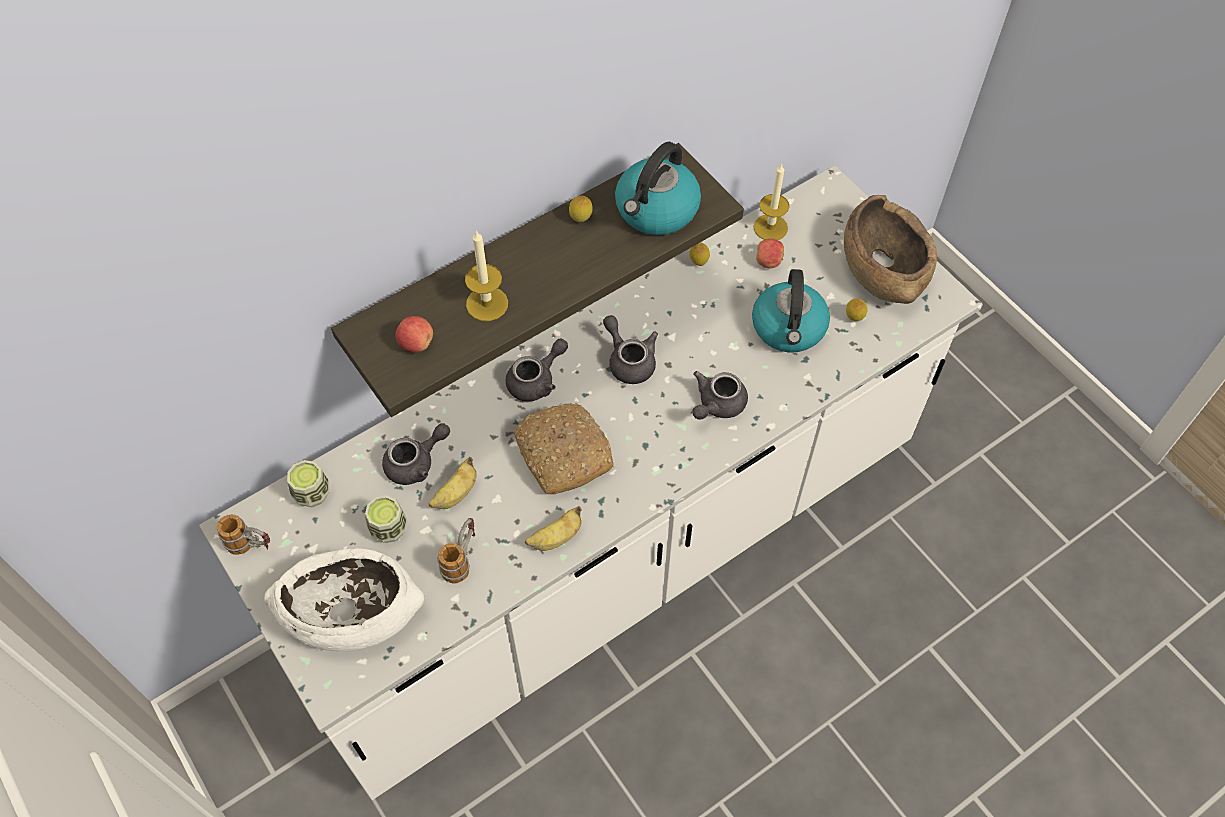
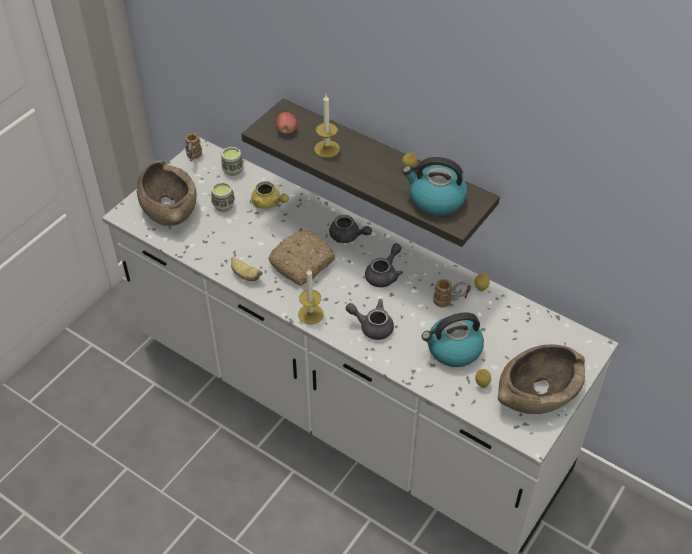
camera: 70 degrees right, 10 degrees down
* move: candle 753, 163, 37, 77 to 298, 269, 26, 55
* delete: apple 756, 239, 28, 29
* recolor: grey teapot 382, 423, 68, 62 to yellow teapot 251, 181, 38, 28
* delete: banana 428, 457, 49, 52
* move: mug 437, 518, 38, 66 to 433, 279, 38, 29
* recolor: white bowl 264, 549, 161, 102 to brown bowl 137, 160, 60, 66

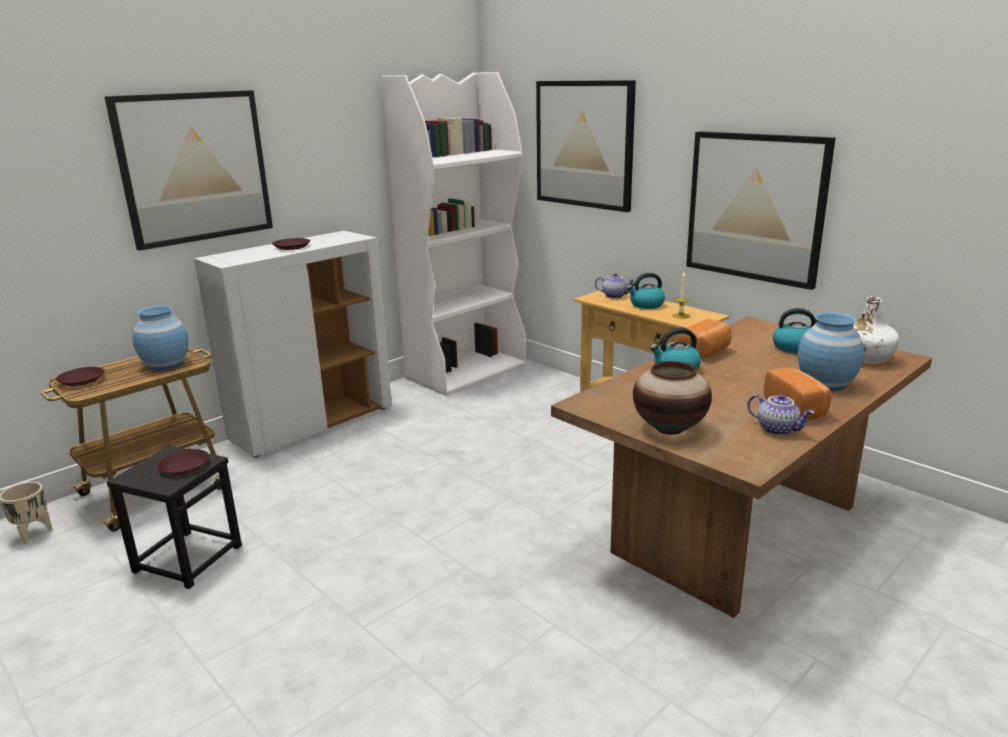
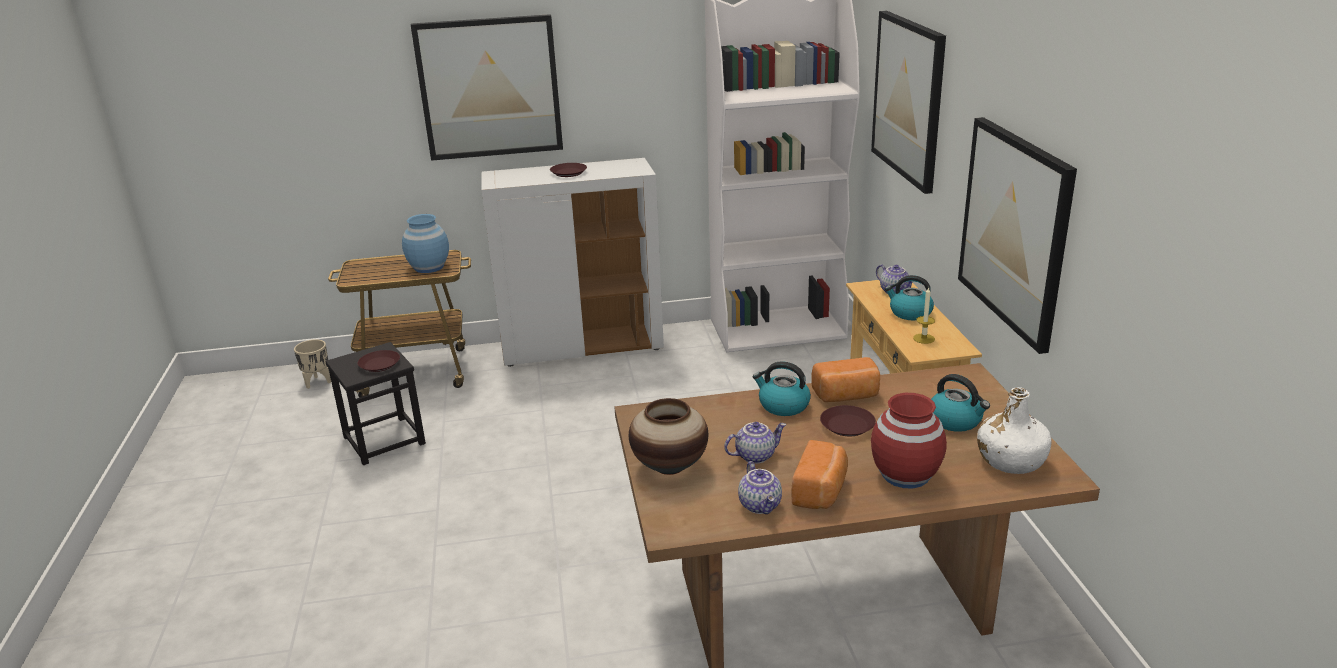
camera: 35 degrees right, 5 degrees up
* recolor: blue vase 798, 312, 66, 79 to red vase 871, 393, 76, 95
* move: brown plate 56, 367, 49, 19 to 820, 405, 56, 31
* insert: teapot 724, 422, 62, 42

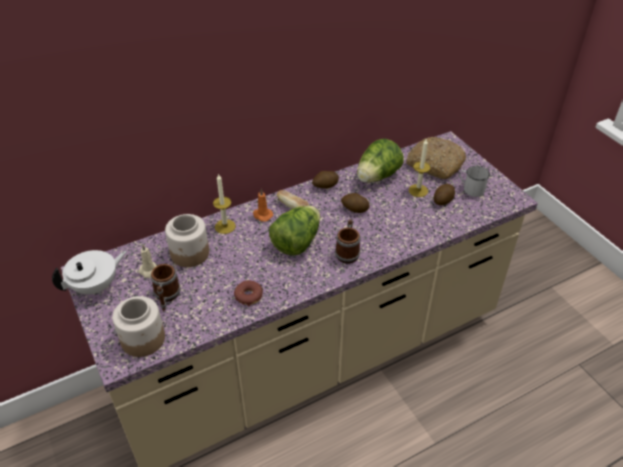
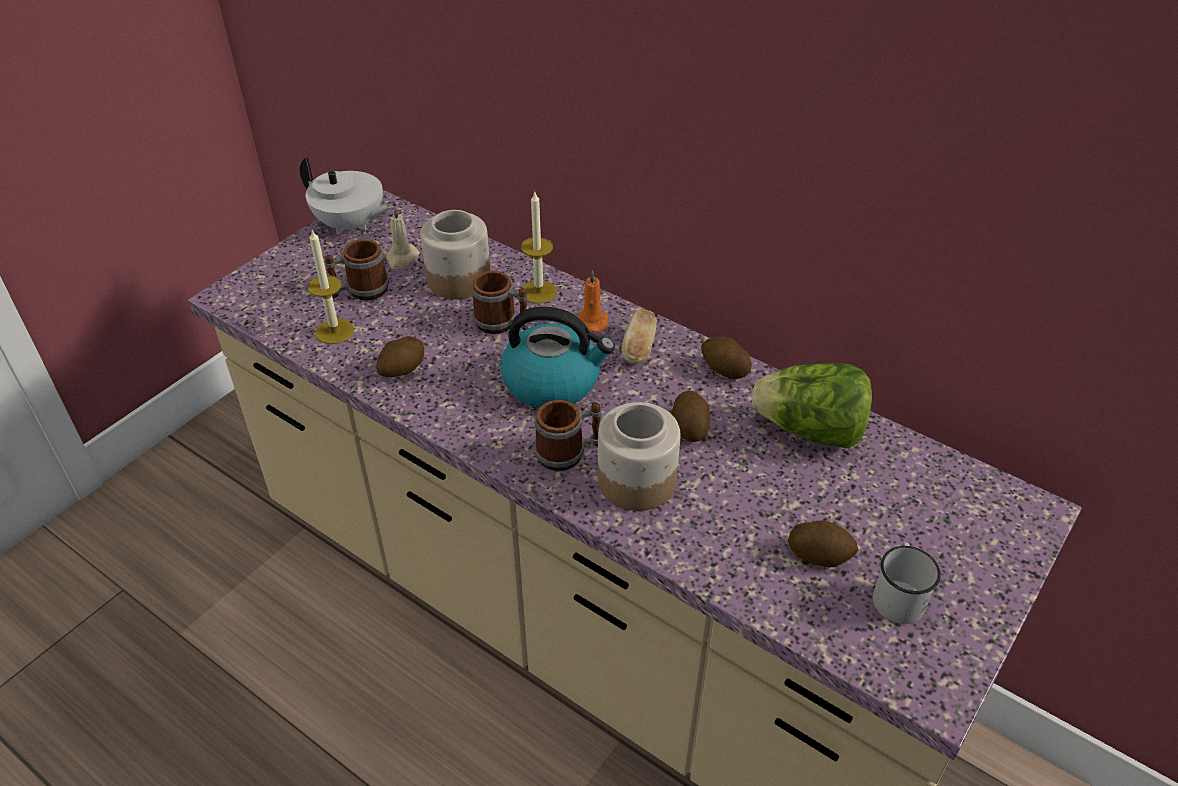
camera: 65 degrees right, 0 degrees up
* delete: bread 406, 137, 60, 42
* move: candle 409, 139, 22, 58 to 308, 230, 46, 114
* replace: lettuce 269, 205, 51, 51 to kettle 500, 306, 115, 102
* replace: donut 234, 280, 29, 26 to potato 376, 336, 48, 41
* move: jar 112, 296, 53, 61 to 598, 402, 82, 109
* insert: mug 471, 271, 58, 63

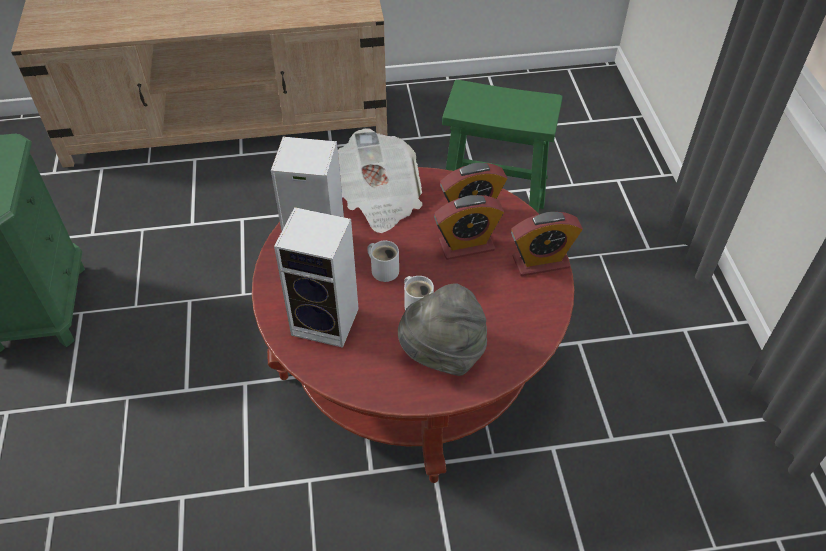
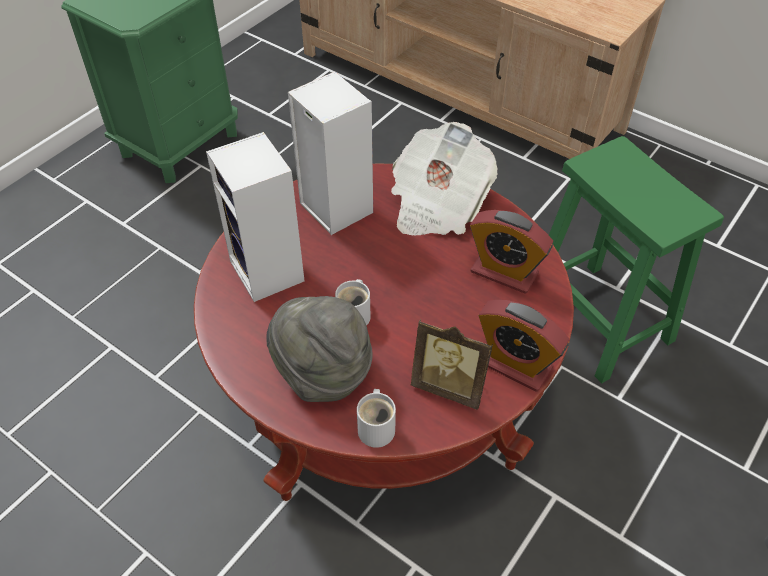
camera: 45 degrees right, 0 degrees up
* delete: alarm clock 434, 195, 70, 65
* move: white mug 367, 241, 32, 41 to 357, 389, 39, 59
* insert: picture frame 411, 319, 82, 91

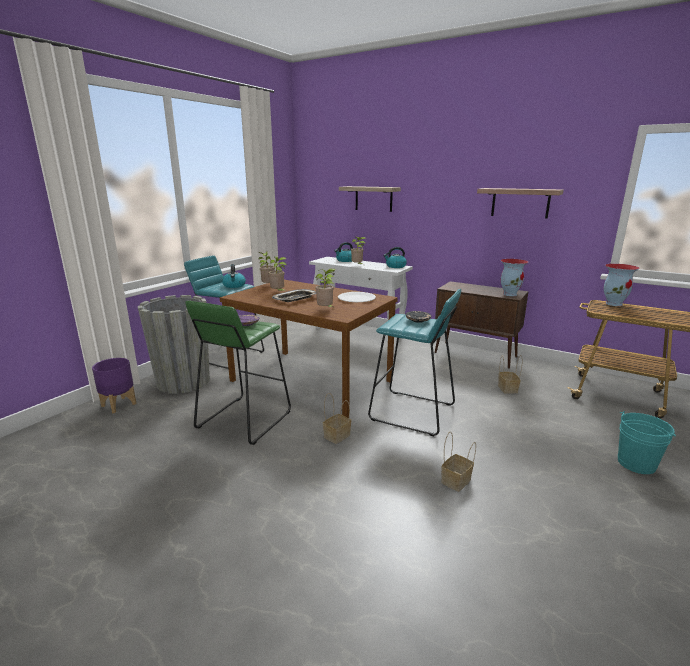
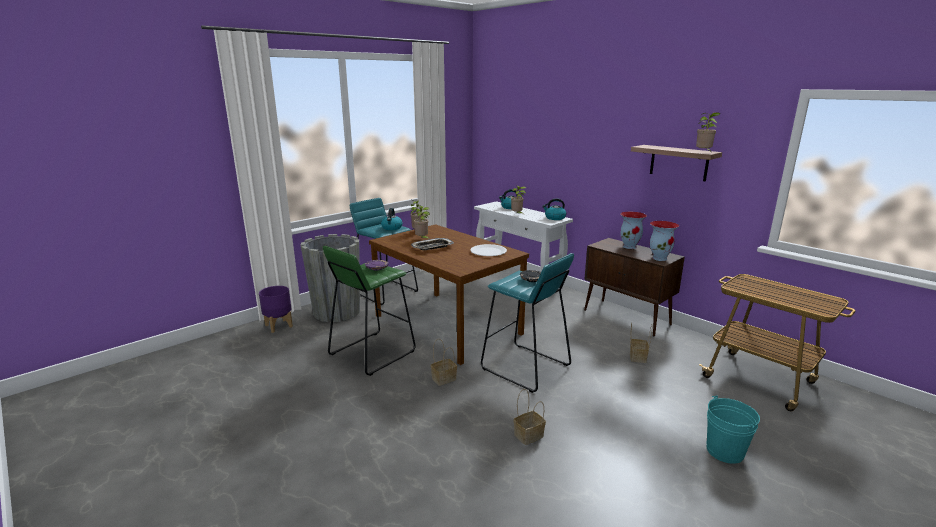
camera: 15 degrees right, 0 degrees up
* delete: shelf 339, 186, 62, 26
* move: vase 604, 264, 36, 42 to 620, 212, 27, 37
* move: potted plant 316, 268, 20, 39 to 696, 112, 25, 41

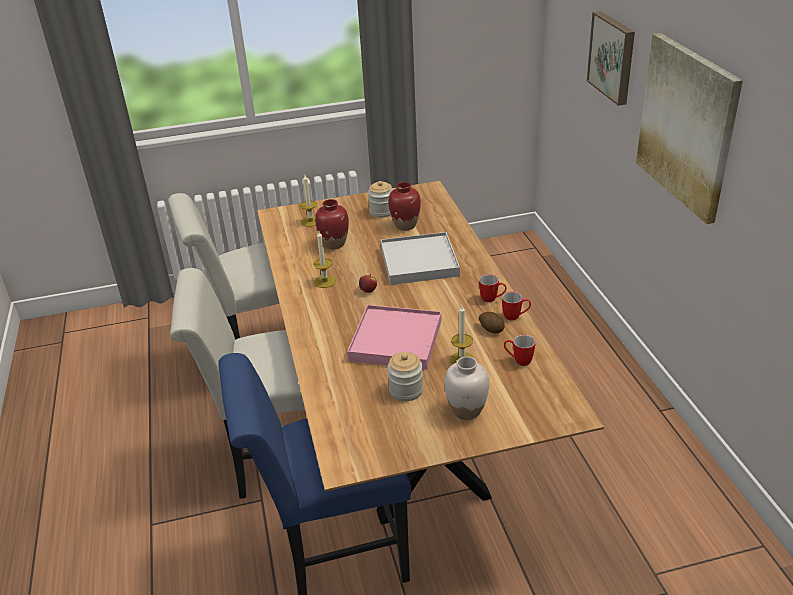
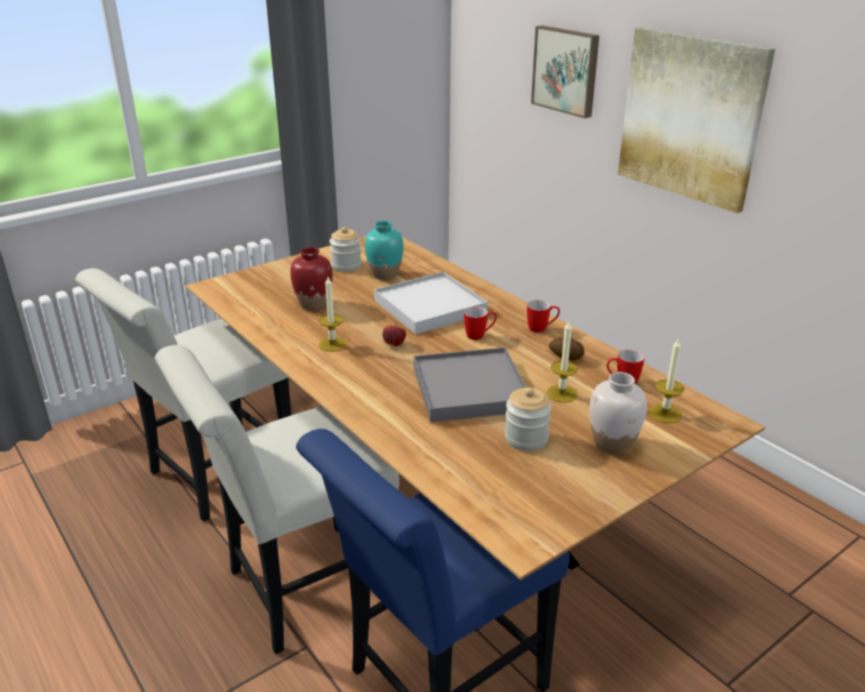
camera: 25 degrees left, 5 degrees down
* move: candle 300, 175, 17, 52 to 649, 338, 35, 85
* recolor: red vase 388, 182, 33, 49 to turquoise vase 365, 221, 38, 59
* move: mug 502, 292, 29, 29 to 464, 307, 33, 33
* recolor: pink tray 347, 305, 94, 65 to grey tray 413, 347, 114, 75

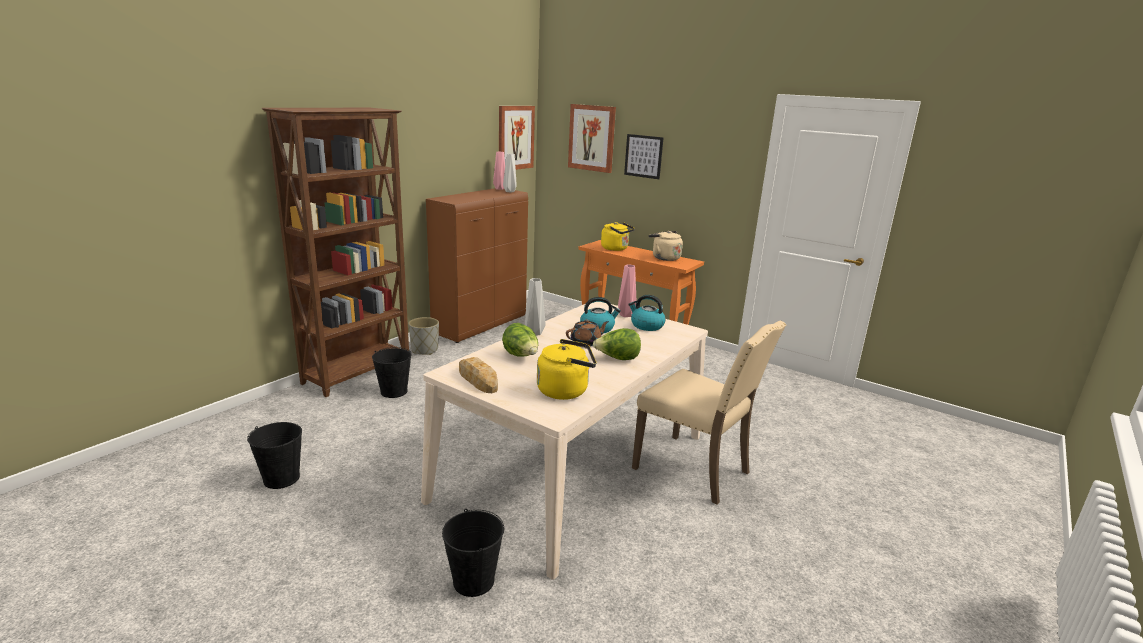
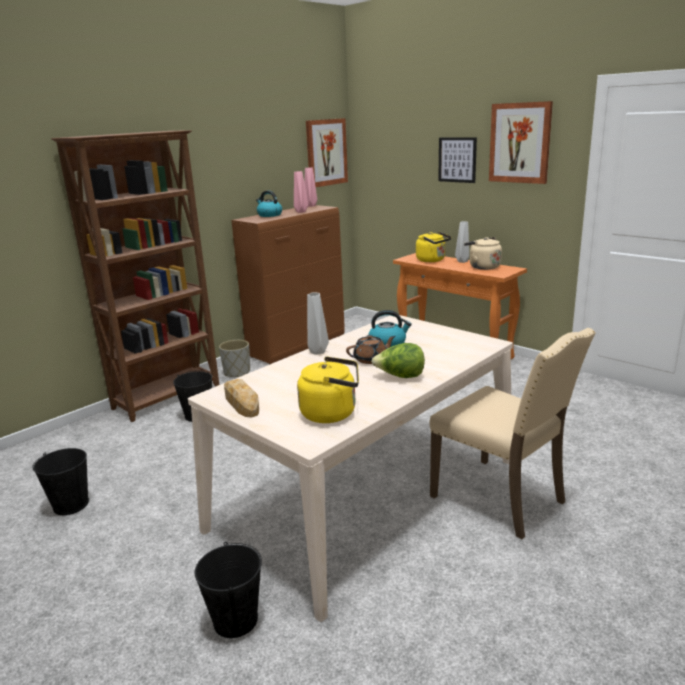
camera: 10 degrees right, 0 degrees up
* move: picture 568, 104, 48, 69 to 489, 101, 64, 83
* move: grey vase 503, 154, 14, 39 to 455, 221, 14, 42
* move: pink vase 618, 264, 18, 53 to 294, 171, 14, 42
* move: kettle 628, 295, 37, 36 to 256, 191, 26, 26
* delete: lettuce 502, 323, 36, 34

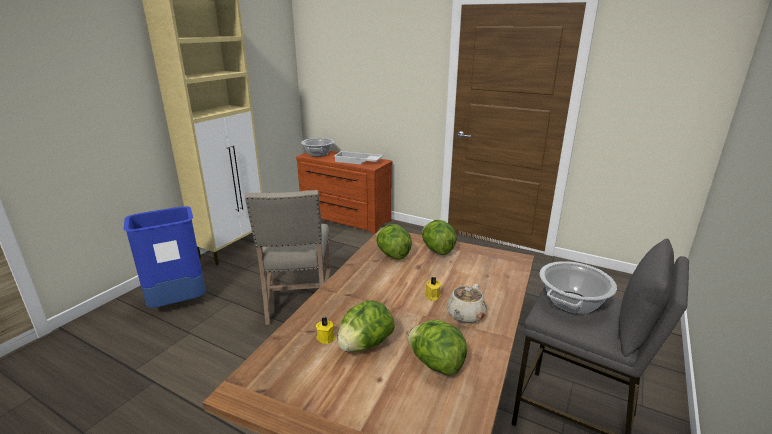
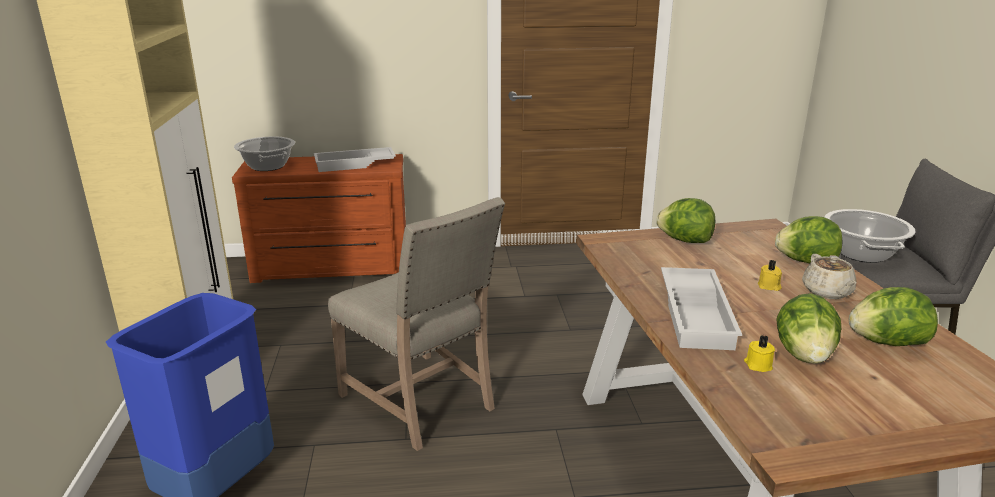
camera: 35 degrees left, 0 degrees up
* move: lettuce 376, 224, 36, 36 to 775, 216, 67, 48
* insert: white tray 661, 267, 81, 83

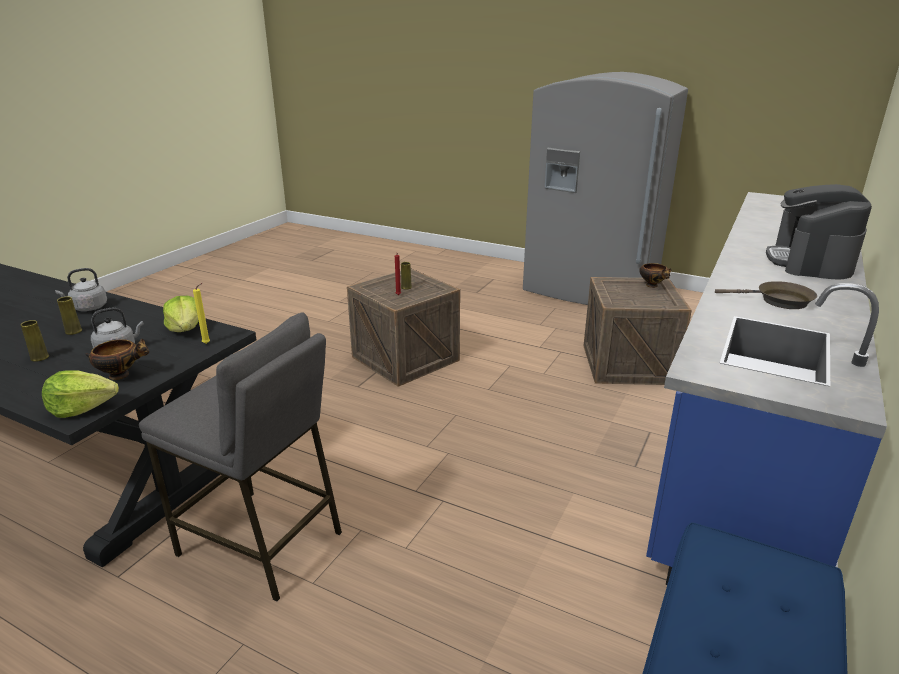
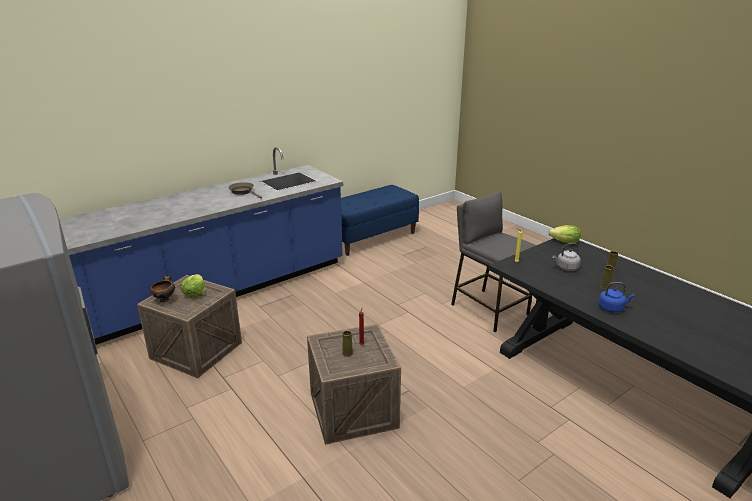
camera: 155 degrees left, 0 degrees up
* delete: coffee machine 766, 184, 106, 96
* recolor: grey kettle 55, 268, 52, 43 to blue kettle 599, 282, 36, 30
* move: lettuce 163, 296, 36, 36 to 181, 274, 25, 23
* delete: bowl 85, 339, 64, 41

